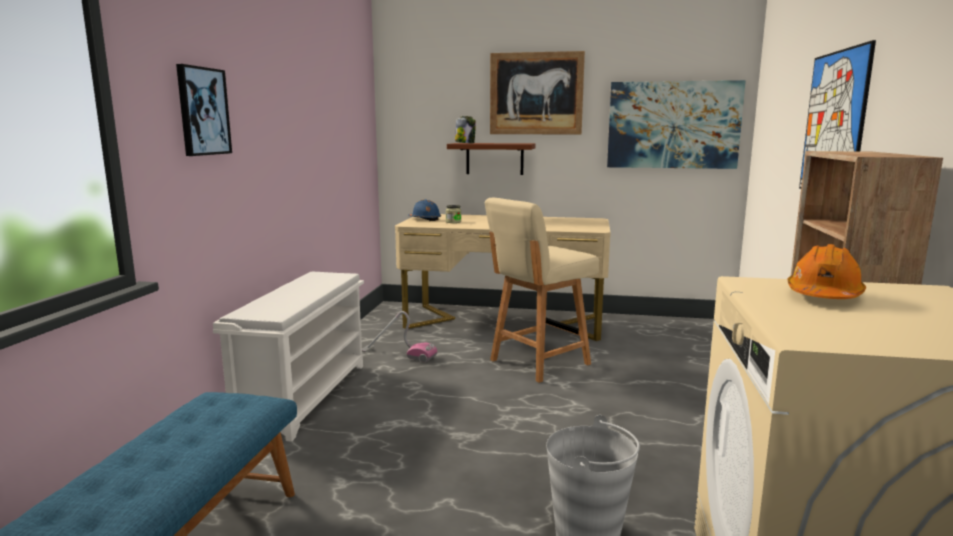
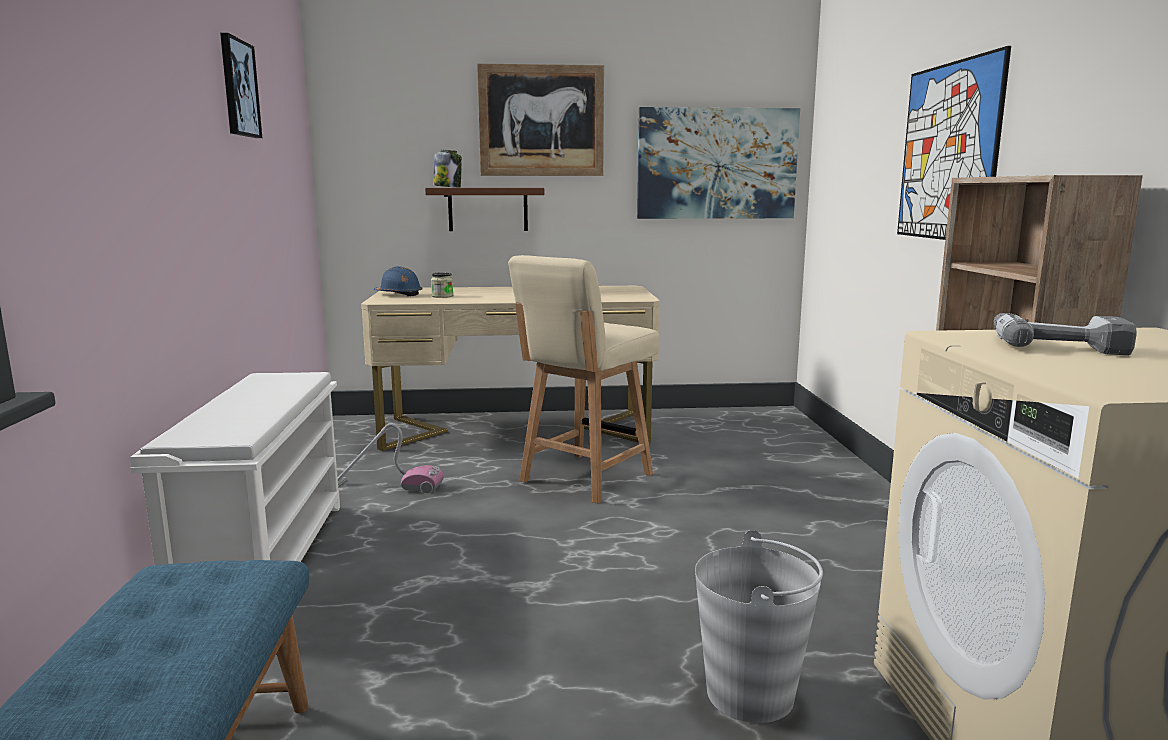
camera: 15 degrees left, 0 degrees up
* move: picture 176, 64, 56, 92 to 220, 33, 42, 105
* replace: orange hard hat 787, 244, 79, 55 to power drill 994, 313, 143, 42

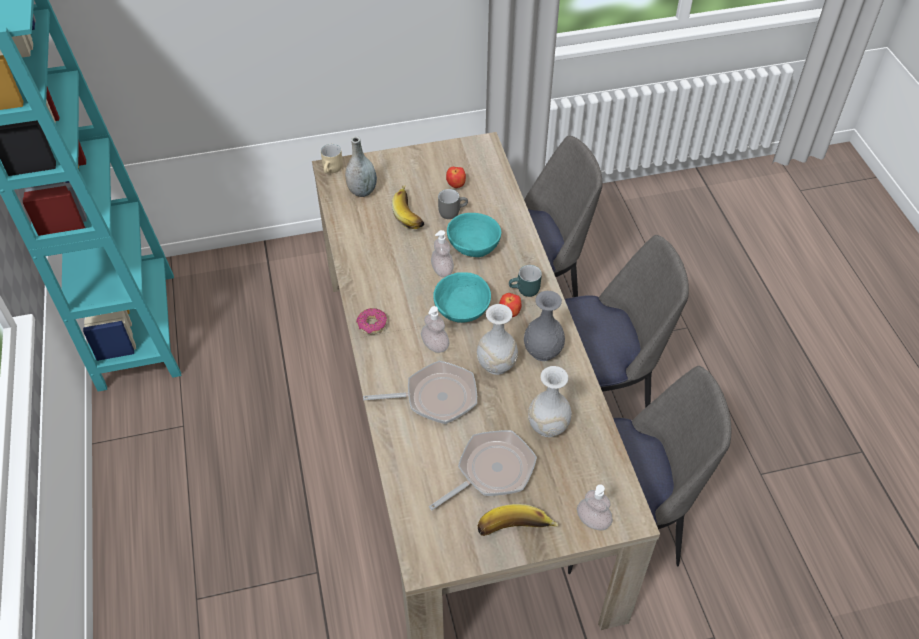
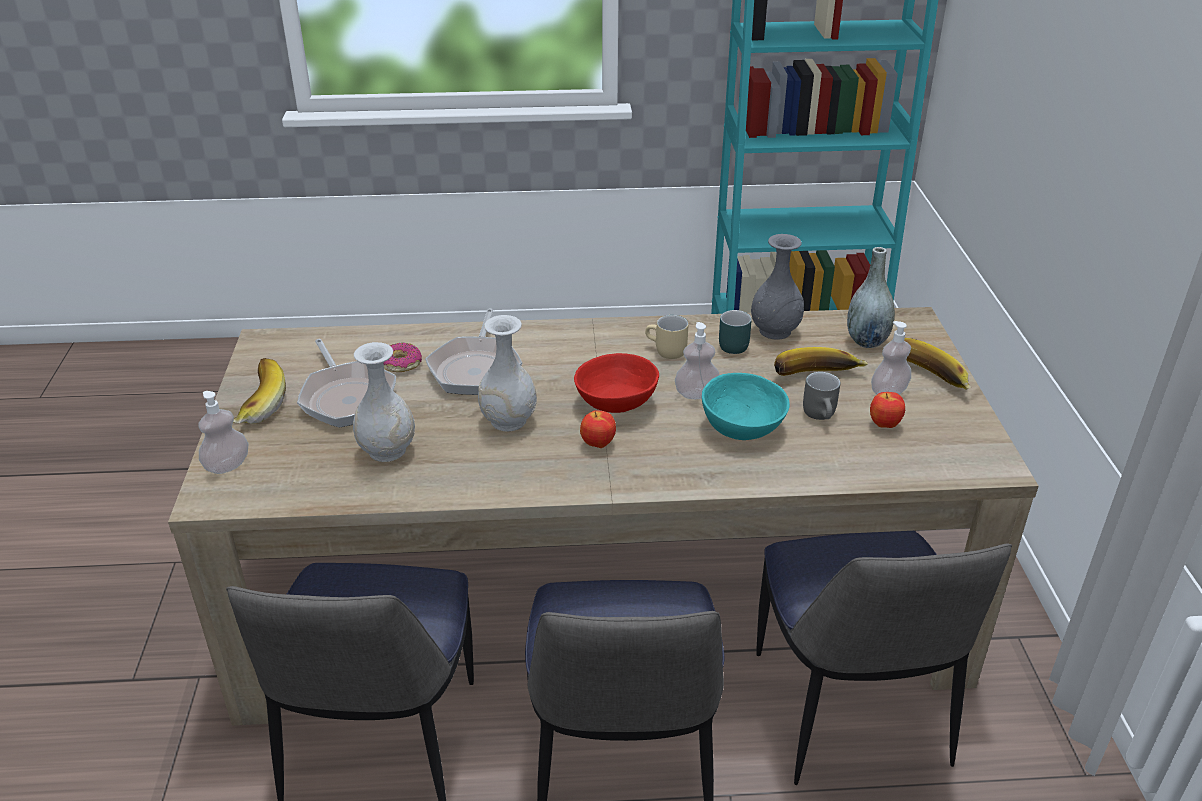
camera: 100 degrees right, 15 degrees down
* move: beige mug 321, 144, 22, 29 to 645, 315, 44, 44
* move: turquoise mug 509, 265, 33, 32 to 719, 310, 33, 44
* recolor: turquoise bowl 433, 272, 58, 51 to red bowl 574, 353, 85, 60
* move: grey vase 524, 291, 41, 70 to 751, 234, 53, 106
* move: soap dispenser 421, 306, 28, 47 to 871, 321, 40, 74
* move: donut 356, 308, 31, 26 to 384, 343, 38, 29
* insert: banana 904, 338, 67, 52

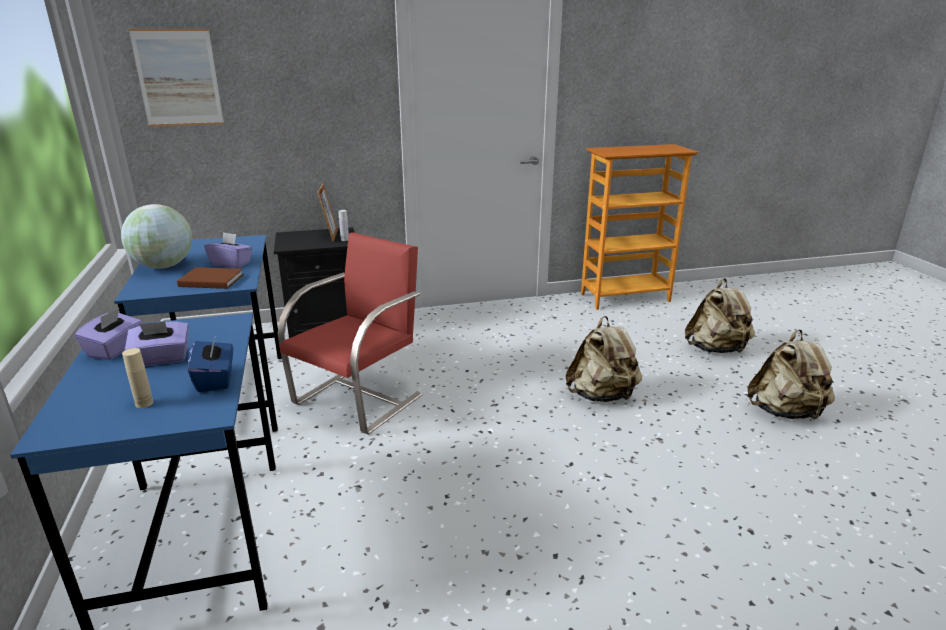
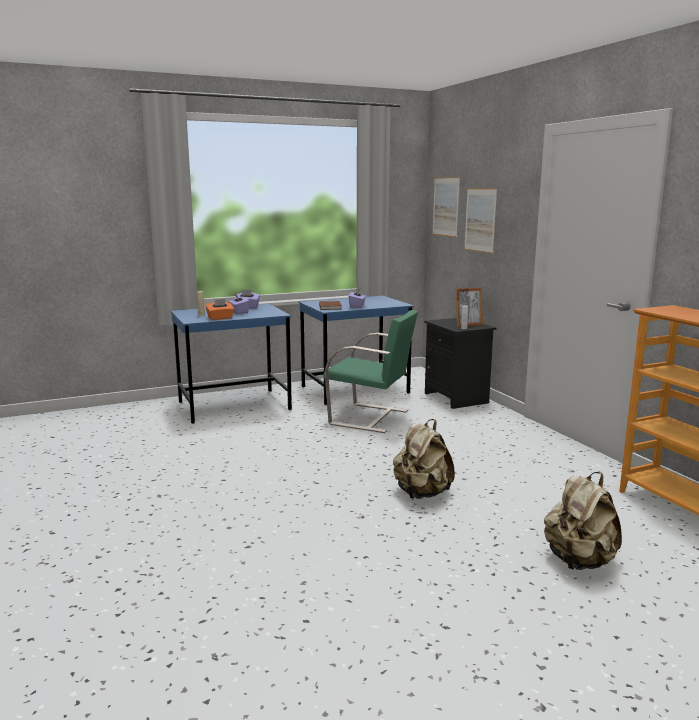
camera: 80 degrees right, 10 degrees down
* delete: globe 121, 204, 71, 65
* recolor: red chair 278, 232, 144, 203 to green chair 324, 310, 94, 123
* delete: beige backpack 747, 329, 88, 91
* recolor: blue tissue box 188, 333, 45, 59 to orange tissue box 205, 299, 29, 21
* insert: picture 464, 188, 33, 66

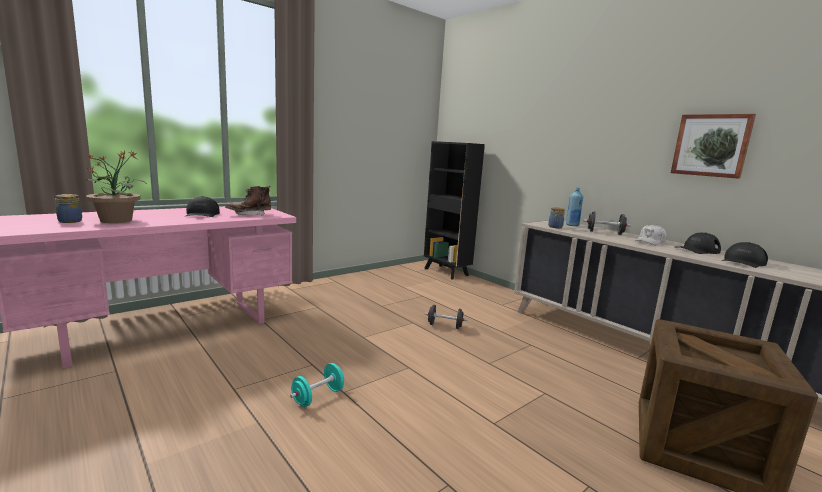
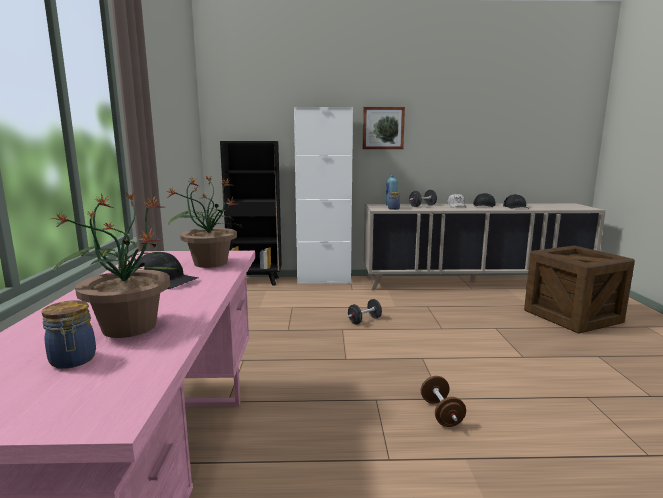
camera: 50 degrees left, 0 degrees up
* move: picture 671, 114, 85, 65 to 363, 107, 42, 42
* replace: brown boot 225, 185, 46, 31 to potted plant 167, 176, 75, 92
* recolor: turquoise dumbbell 290, 363, 54, 44 to brown dumbbell 421, 376, 45, 51
* insert: white cabinet 294, 107, 59, 177

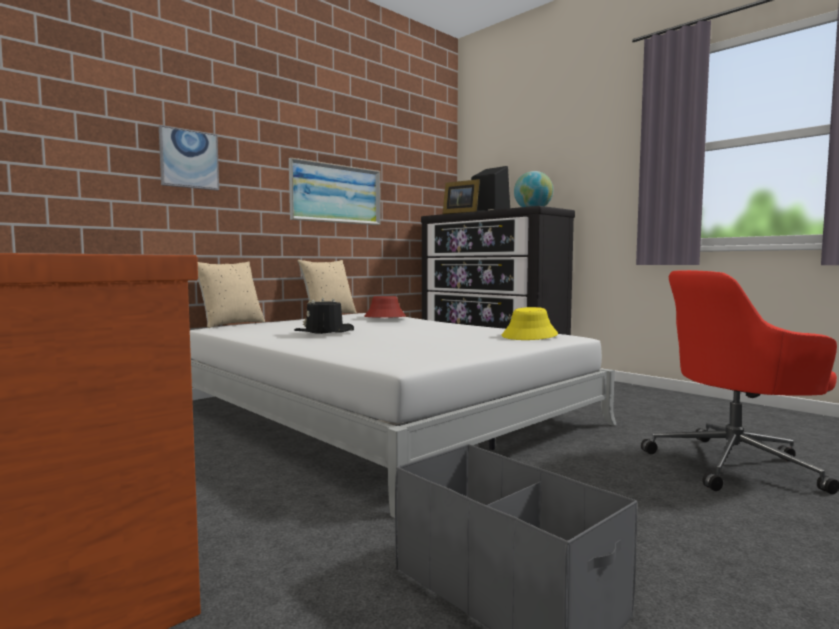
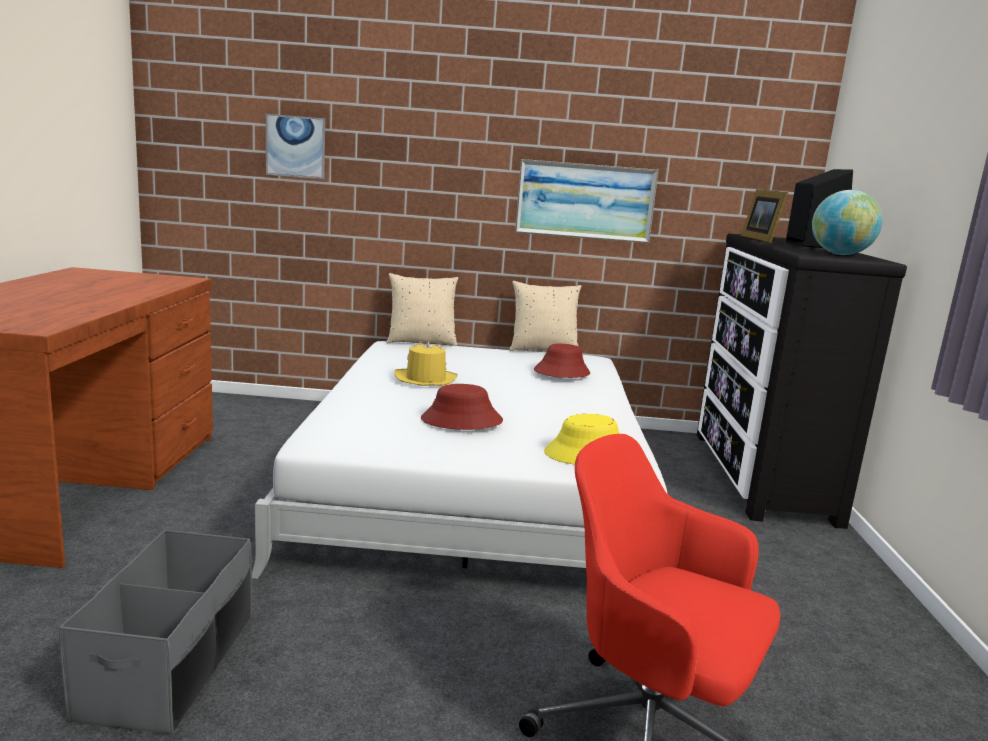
camera: 45 degrees right, 10 degrees up
* move: picture 159, 125, 60, 65 to 266, 114, 59, 65
* recolor: black hat 294, 296, 60, 38 to yellow hat 394, 341, 64, 45
* insert: red hat 421, 384, 82, 46

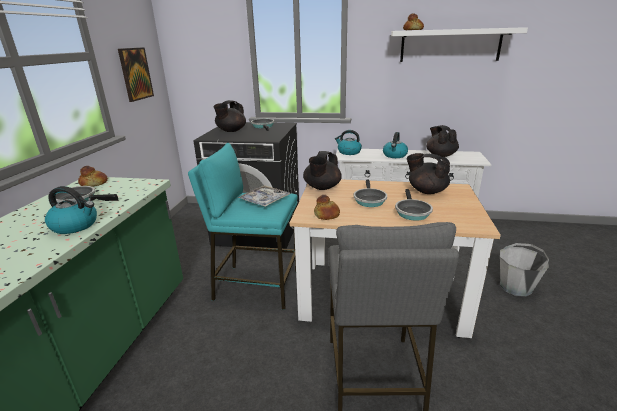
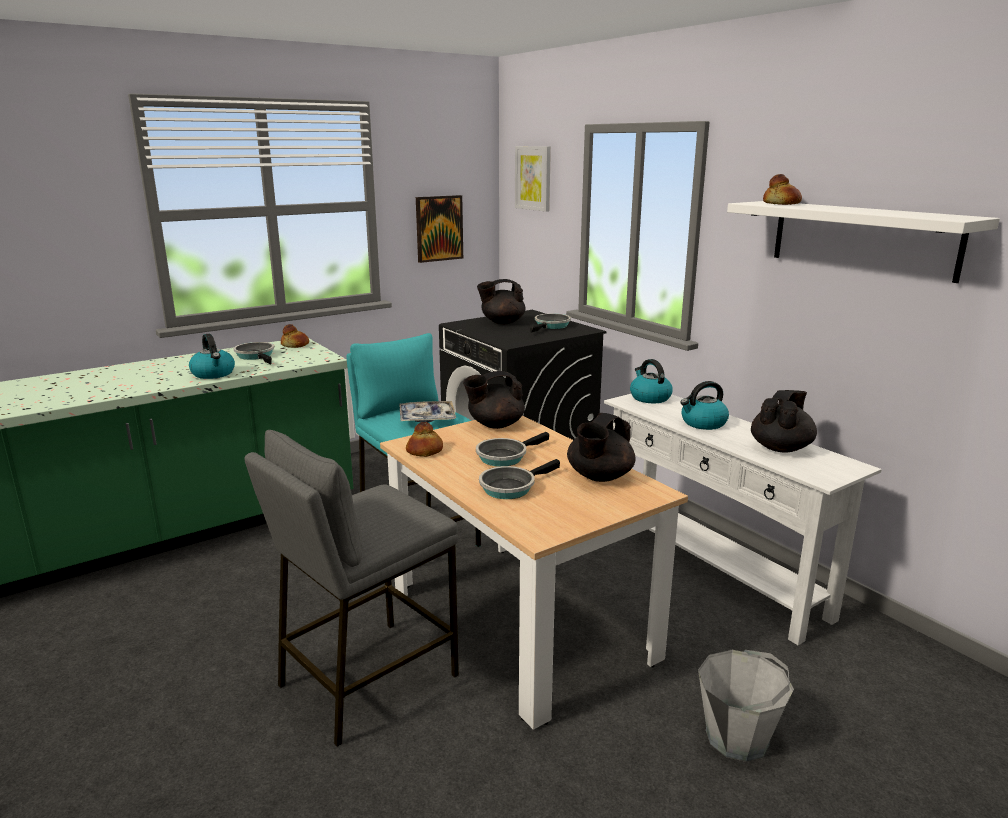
camera: 45 degrees right, 5 degrees down
* rotate: black teapot 407, 153, 43, 41 = 567, 413, 68, 69 135 degrees counterclockwise
* insert: picture 515, 146, 36, 66

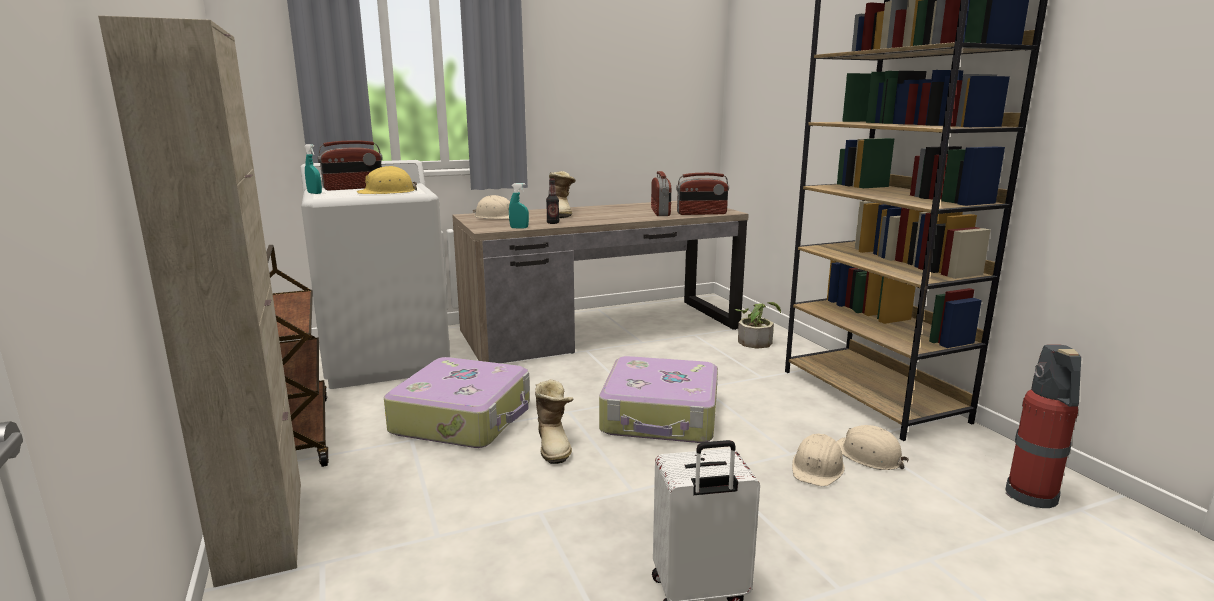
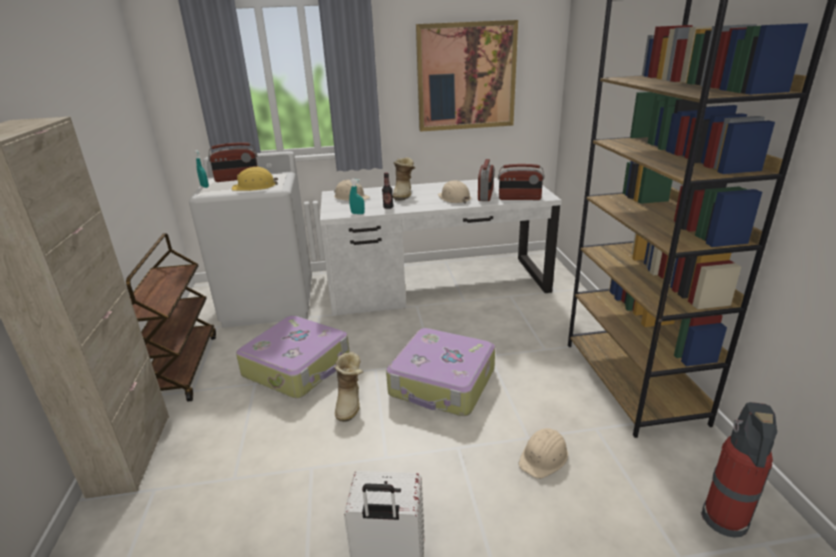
camera: 15 degrees right, 10 degrees up
* recolor: brown desk 452, 201, 297, 162 to white desk 320, 178, 242, 138
* delete: potted plant 735, 302, 46, 47
* move: beige hard hat 836, 425, 78, 45 to 438, 180, 33, 24
* insert: picture 416, 20, 102, 112

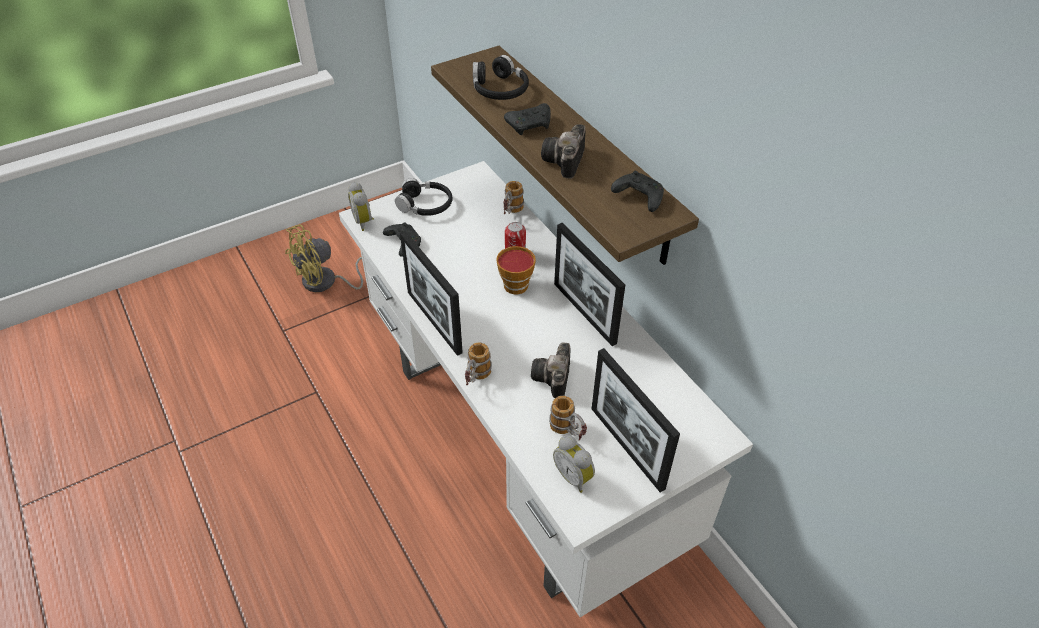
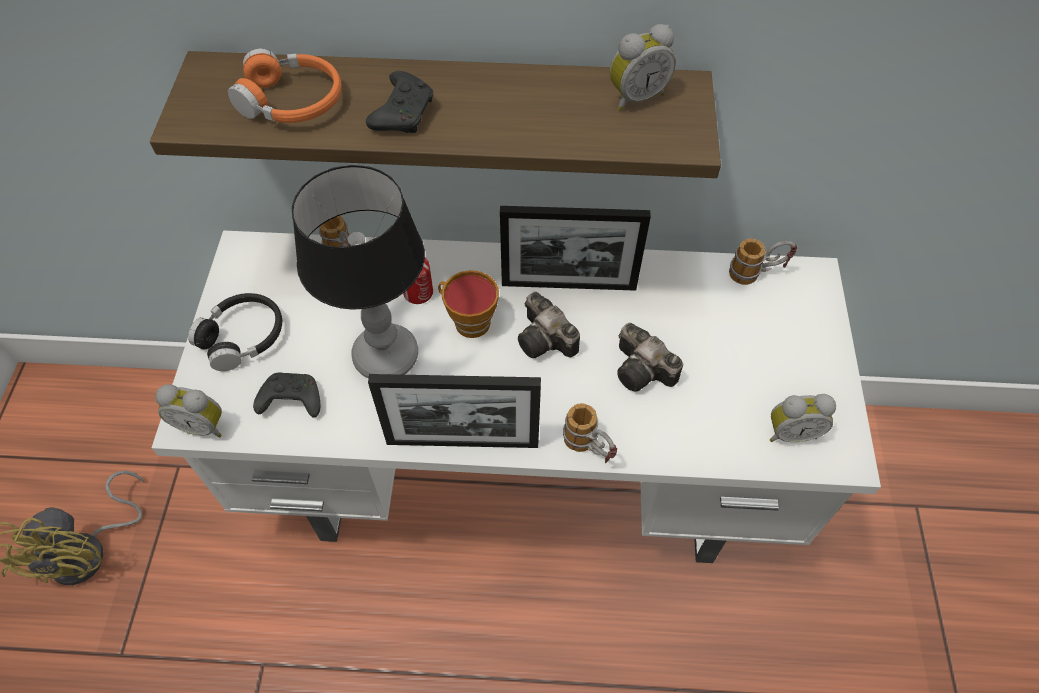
camera: 55 degrees left, 10 degrees up
* recolor: black headphones 473, 55, 56, 45 to orange headphones 228, 49, 114, 74
* move: photo camera 541, 124, 44, 55 to 518, 291, 62, 67
* replace: black game controller 611, 171, 53, 41 to alarm clock 610, 24, 66, 87
* delete: picture frame 592, 348, 88, 145
* move: mug 549, 396, 38, 44 to 729, 239, 68, 46
* insert: table lamp 292, 165, 133, 214

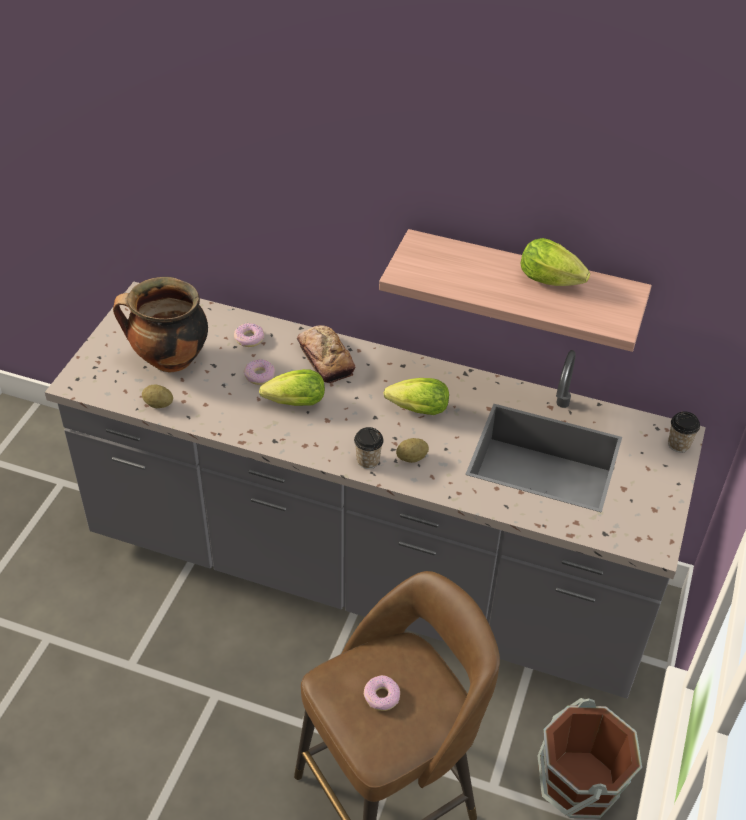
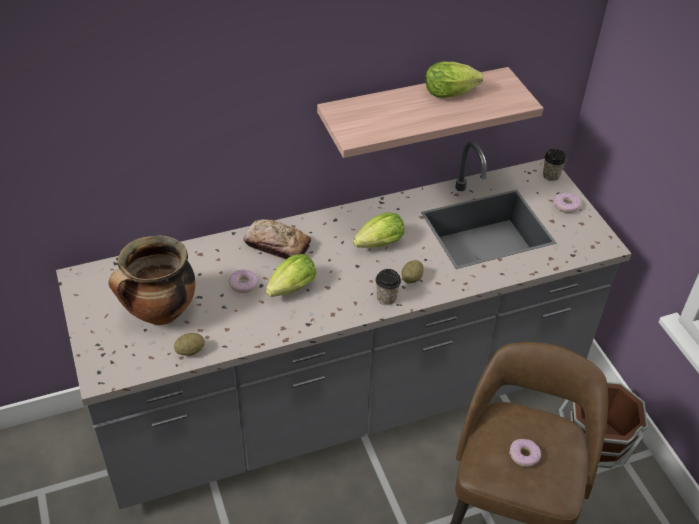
camera: 40 degrees left, 0 degrees up
* move: donut 234, 323, 30, 24 to 554, 192, 27, 21

